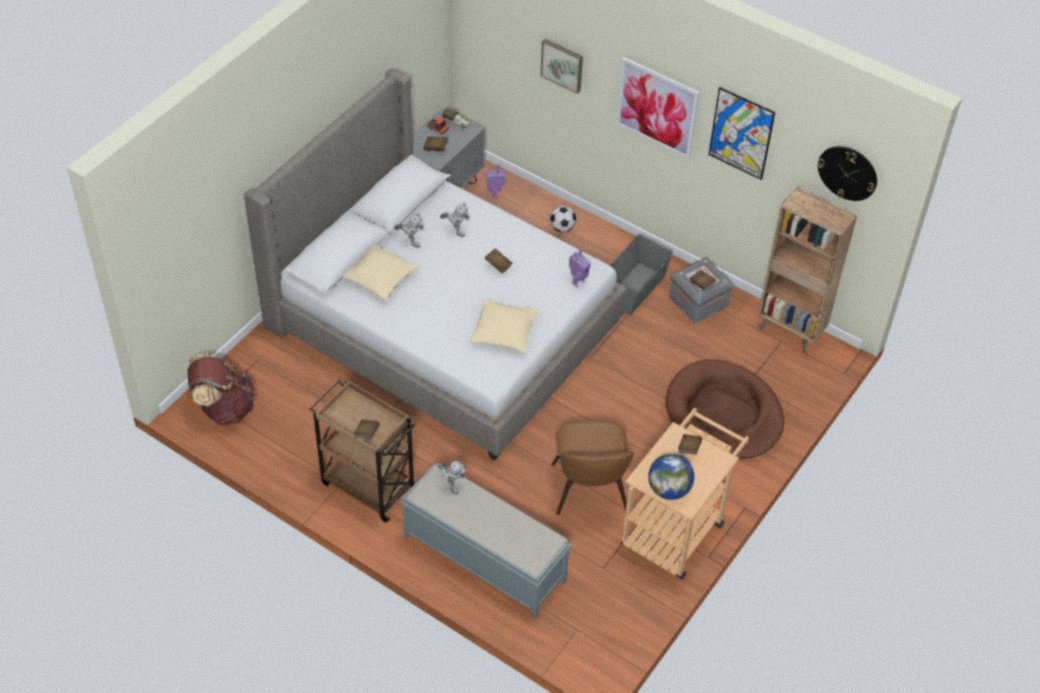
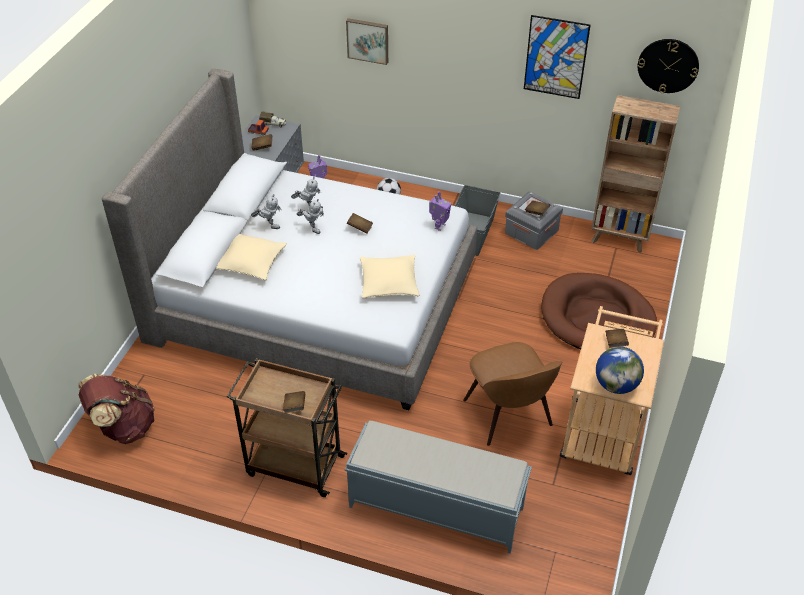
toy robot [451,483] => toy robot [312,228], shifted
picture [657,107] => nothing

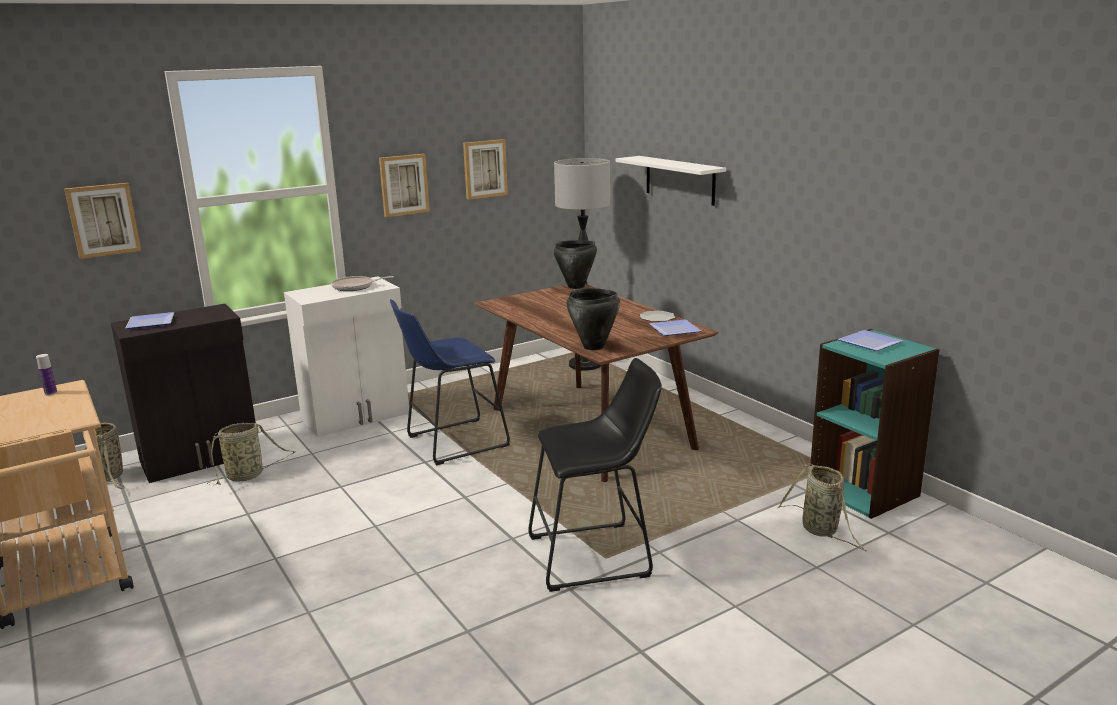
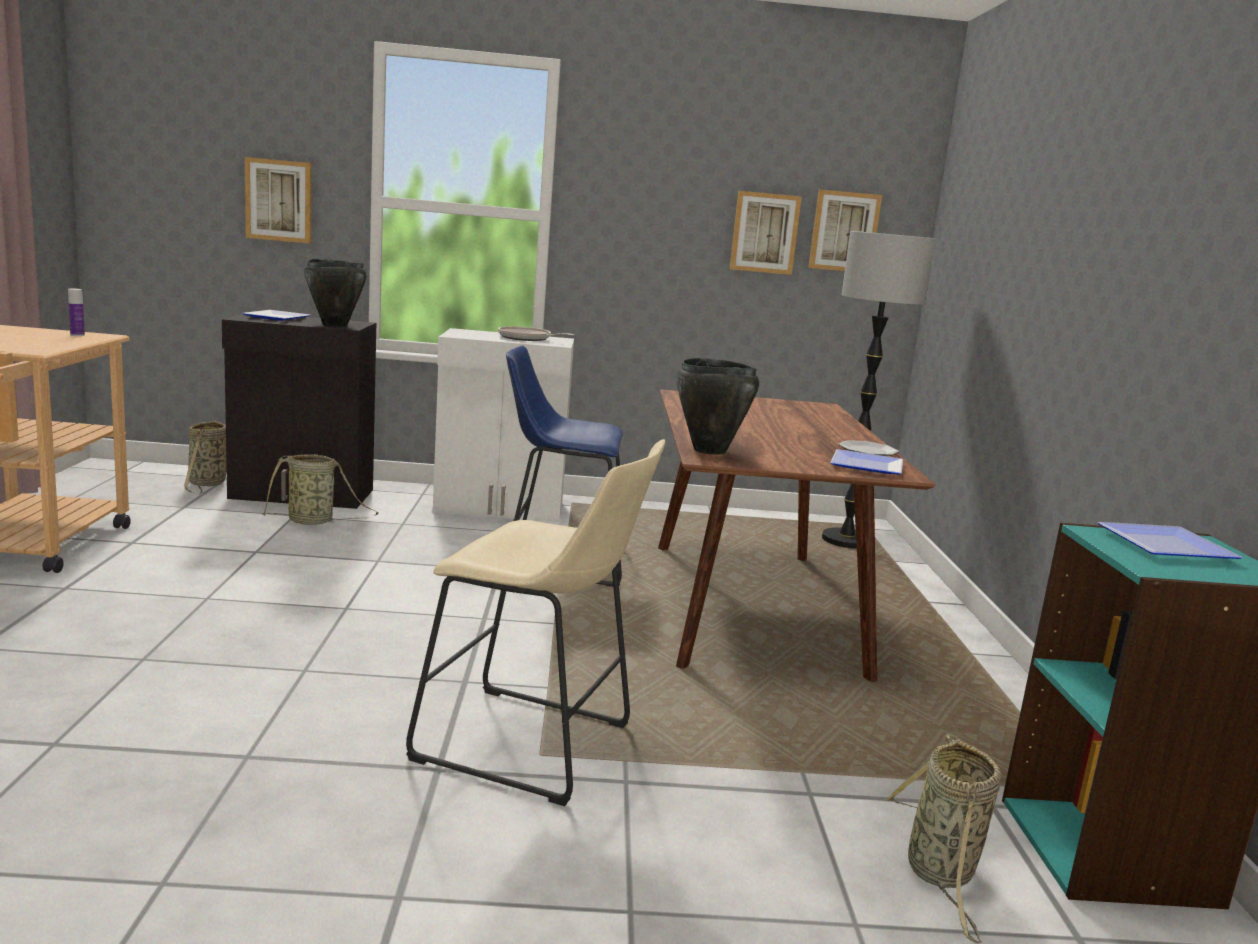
picture [403,185] => picture [844,231], shifted
stool/black [596,556] => stool/beige [534,747]
cooking pot/black [576,286] => cooking pot/black [334,325], shifted
shelf/white [680,180] => nothing

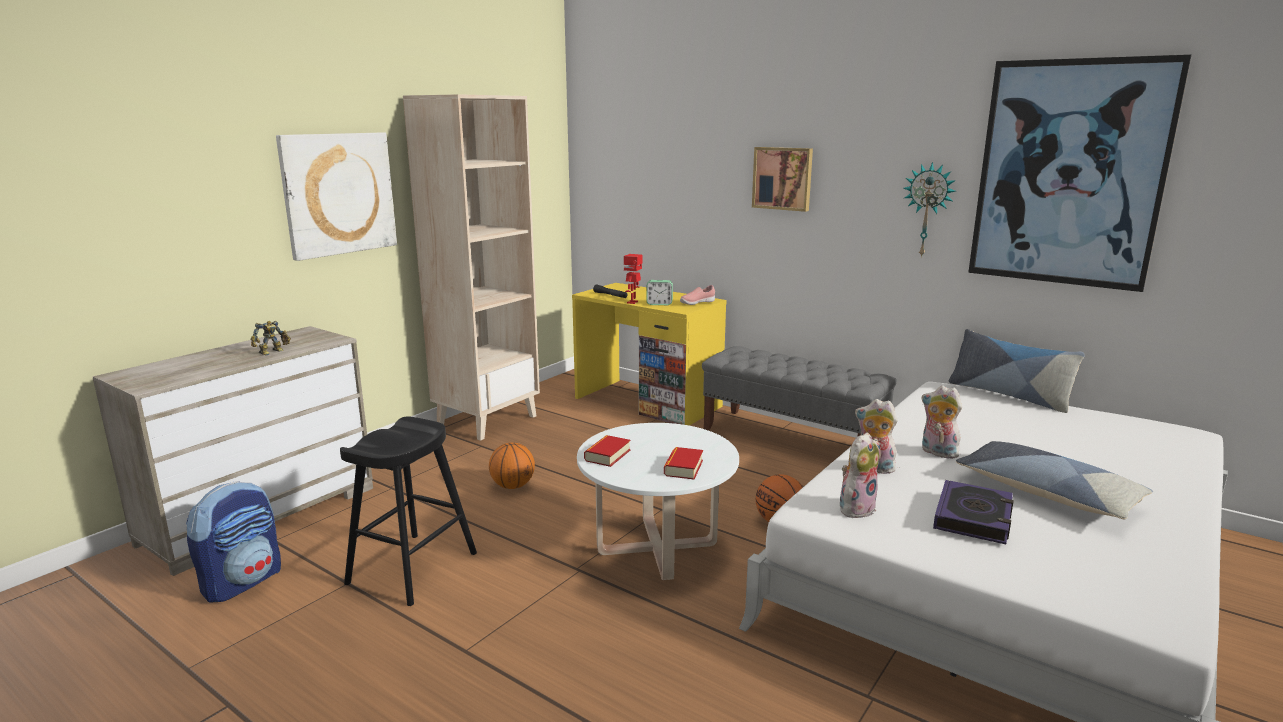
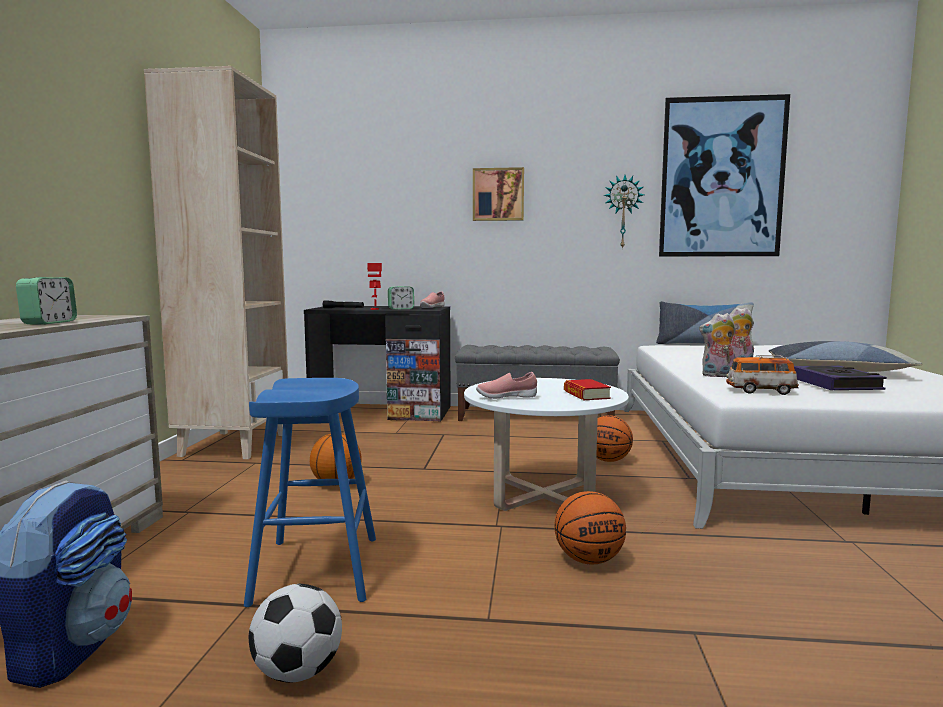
toy robot [273,352] => alarm clock [49,323]
picture [338,194] => nothing
stool/black [413,568] => stool/blue [317,569]
desk/yellow [648,402] => desk/black [382,412]
book [607,455] => shoe/pink [506,397]
plush toy [856,508] => toy car [760,391]
nothing => football [298,672]
nothing => basketball [589,560]

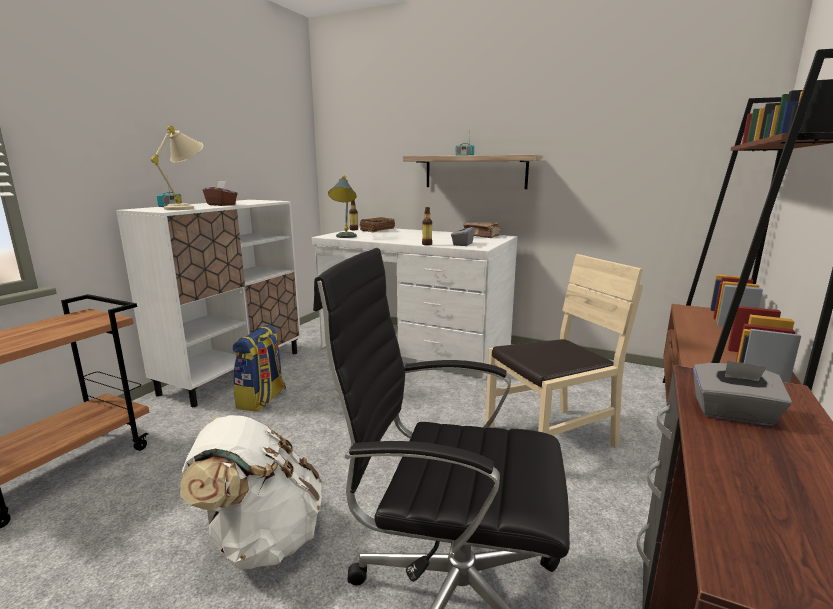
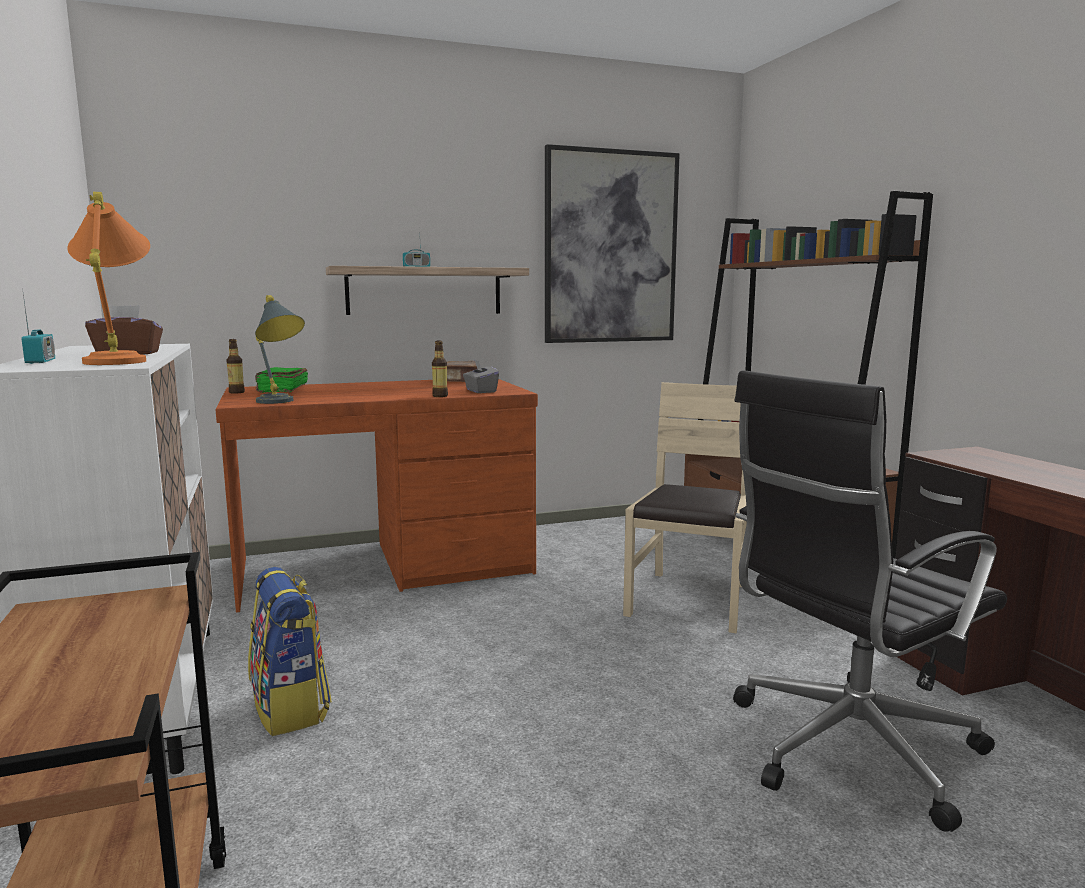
table lamp/beige [188,208] => table lamp/orange [120,360]
backpack/white [262,538] => nothing
desk/white [416,347] => desk/brown [386,567]
book/brown [377,230] => book/green [282,389]
tissue box/grey [733,414] => nothing
nothing => picture [610,247]

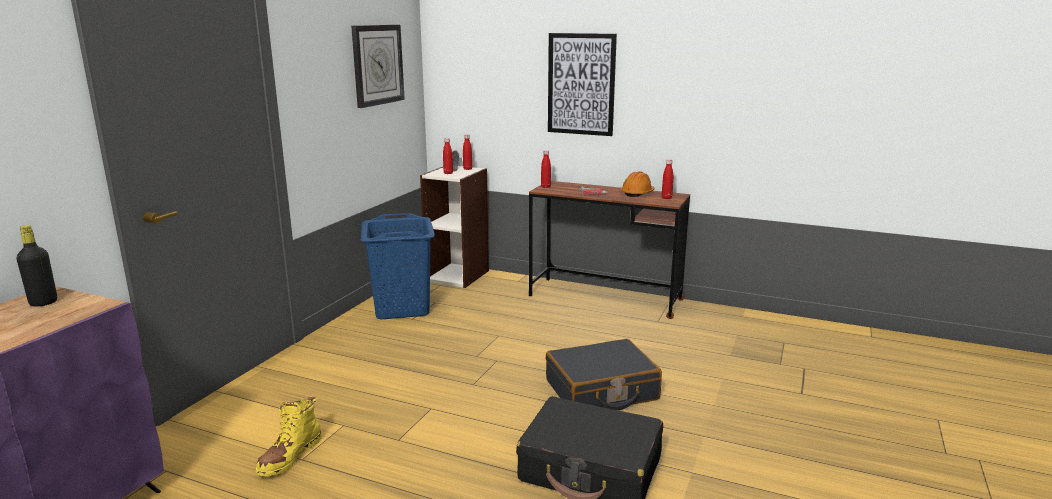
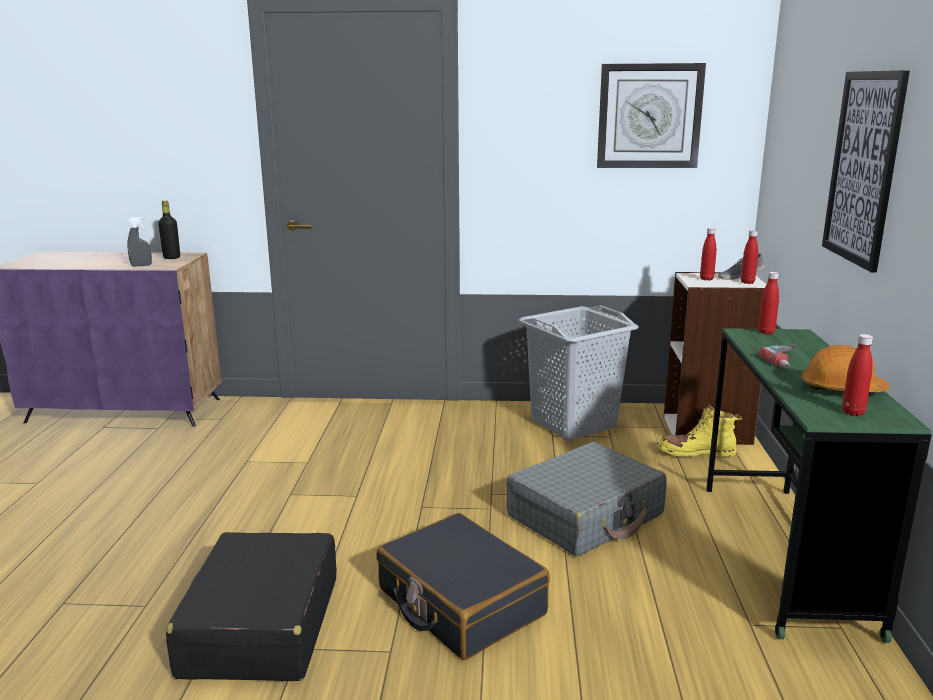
boot/yellow [290,456] => boot/yellow [696,453], shifted
laundry basket/blue [401,308] => laundry basket/grey [572,423]
desk/brown [605,297] => desk/green [783,554]
nothing => spray bottle/grey [141,265]
nothing => suitcase/grey [586,515]

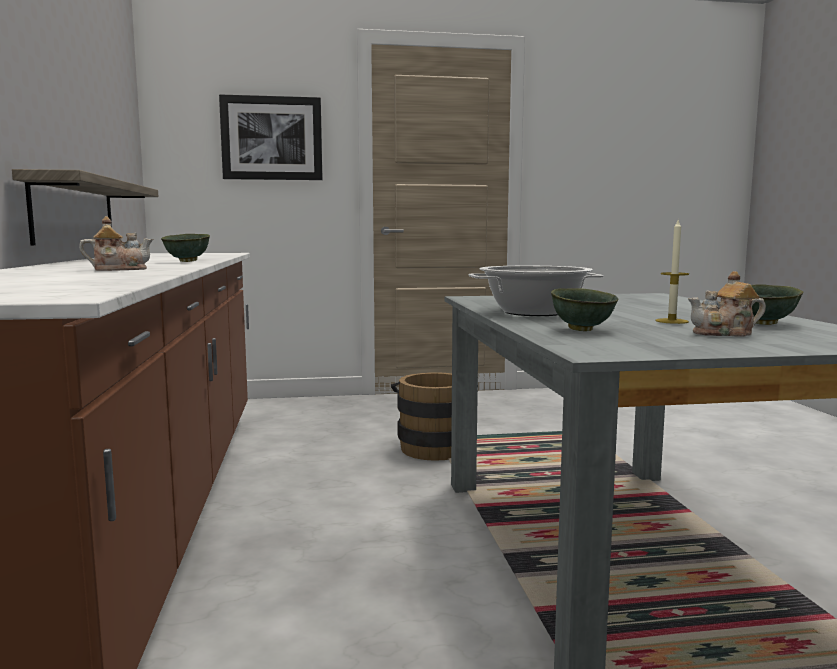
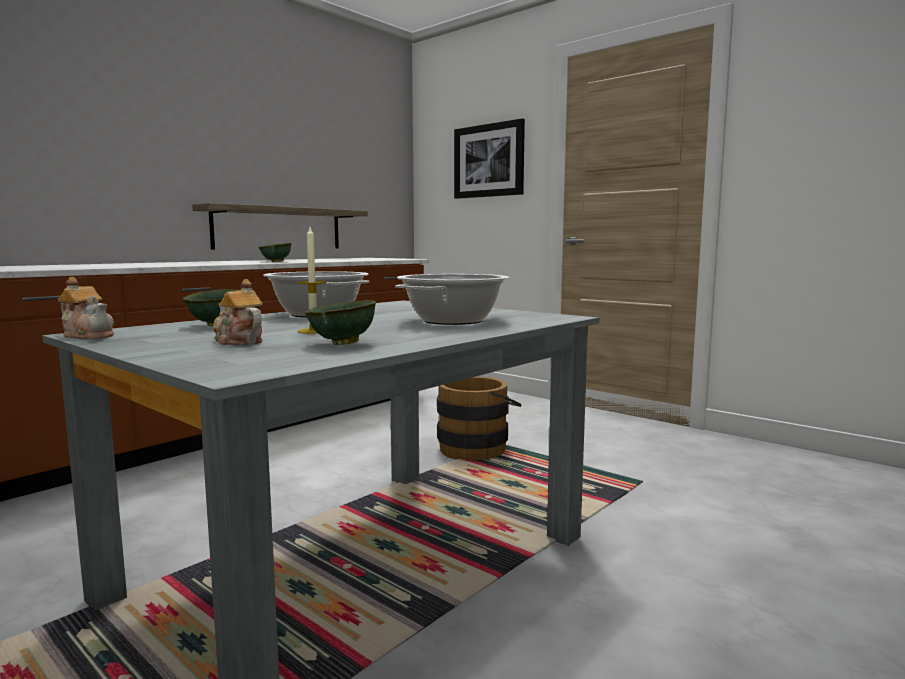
teapot [119,269] => teapot [89,336], shifted
nothing => cooking pot [453,321]

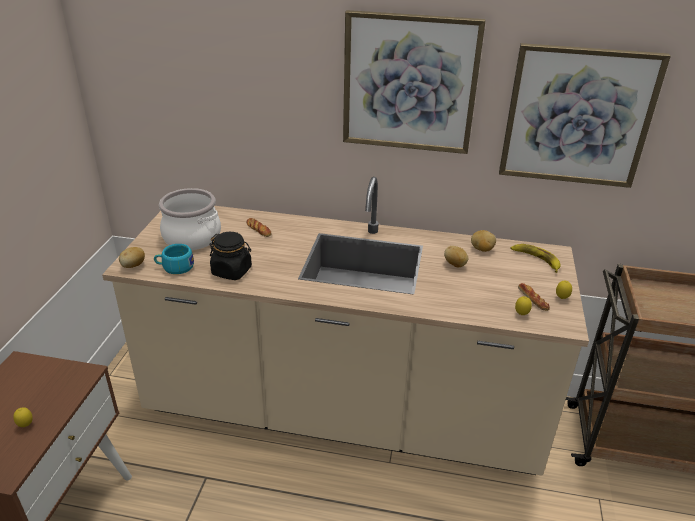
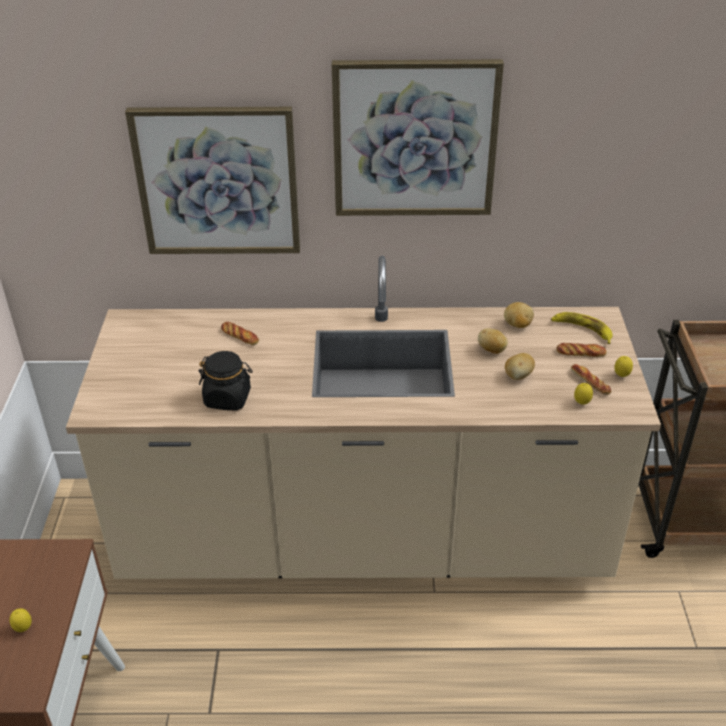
potato [133,266] => potato [518,376], shifted
cup/turquoise [175,267] => nothing
cooking pot [191,238] => nothing
picture [577,116] => picture [217,181], shifted
nothing => bread [580,353]

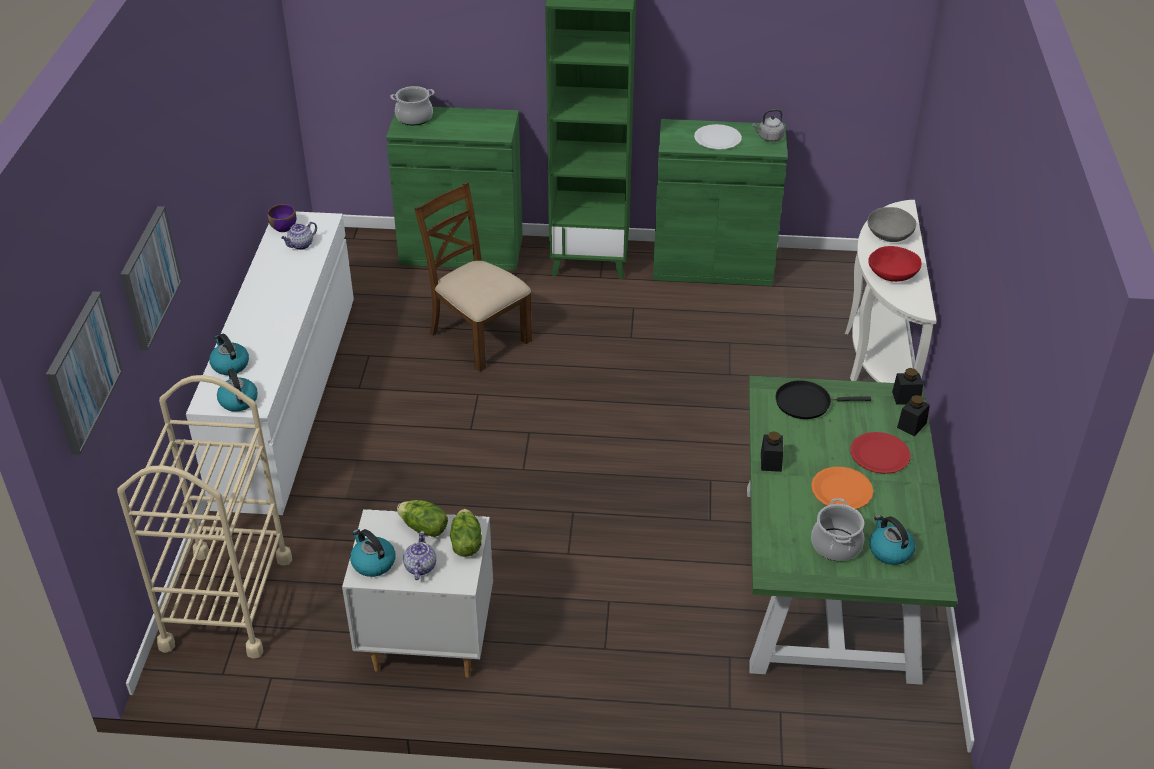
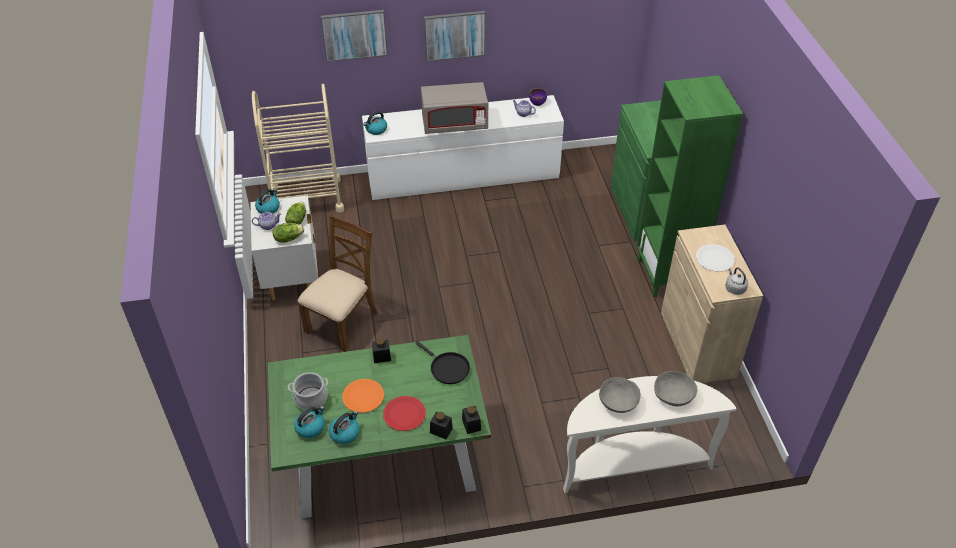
picture [82,372] => picture [454,35], shifted
kettle [230,365] => kettle [345,433], shifted
cooking pot [414,117] => nothing
chair/brown [478,337] => chair/brown [343,322], shifted
cabinet/green [713,265] => cabinet/beige [697,344]
frying pan/black [807,403] => frying pan/black [447,368], 150 degrees clockwise
bowl/red [893,274] => bowl/grey [618,402]
nothing => microwave/grey [454,124]

